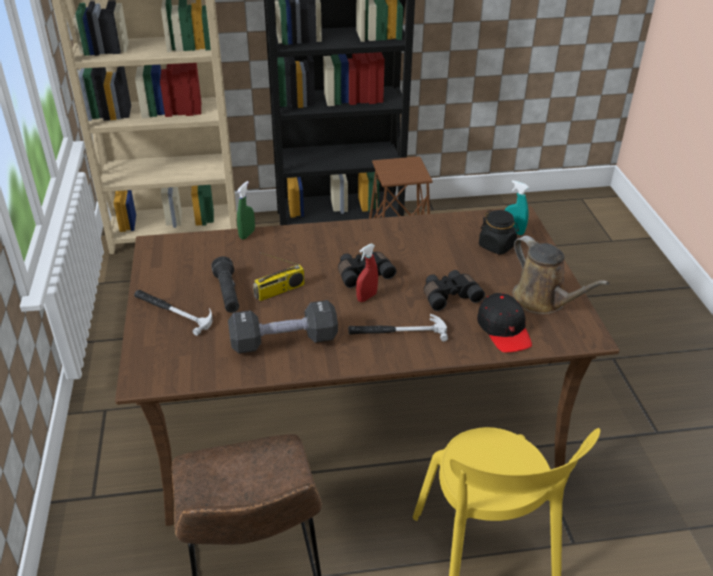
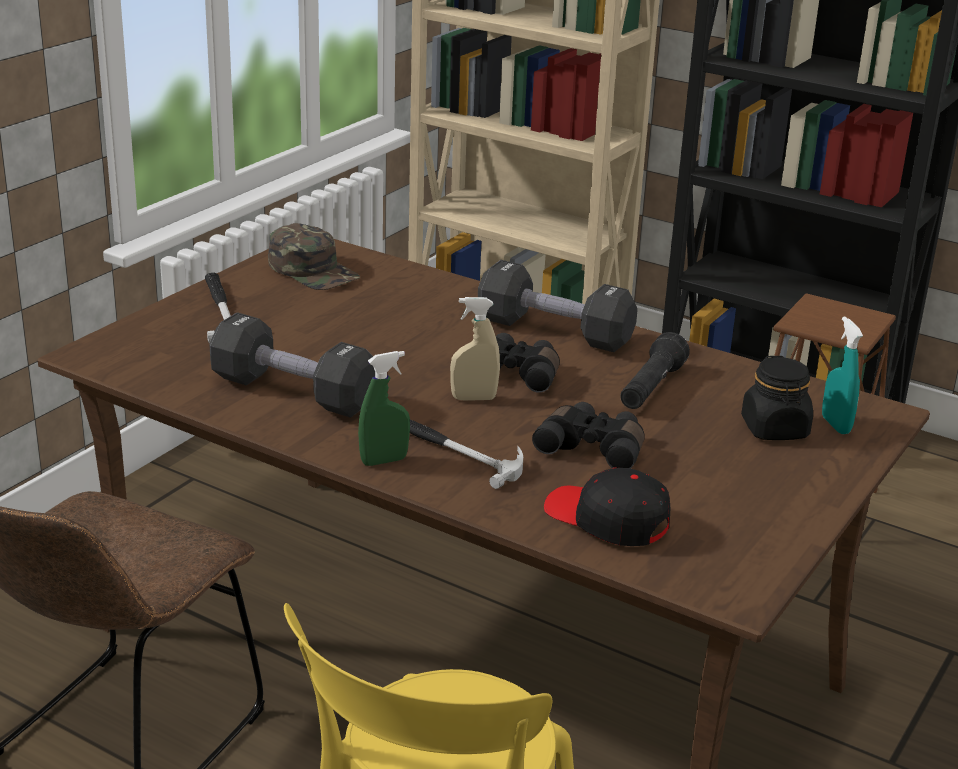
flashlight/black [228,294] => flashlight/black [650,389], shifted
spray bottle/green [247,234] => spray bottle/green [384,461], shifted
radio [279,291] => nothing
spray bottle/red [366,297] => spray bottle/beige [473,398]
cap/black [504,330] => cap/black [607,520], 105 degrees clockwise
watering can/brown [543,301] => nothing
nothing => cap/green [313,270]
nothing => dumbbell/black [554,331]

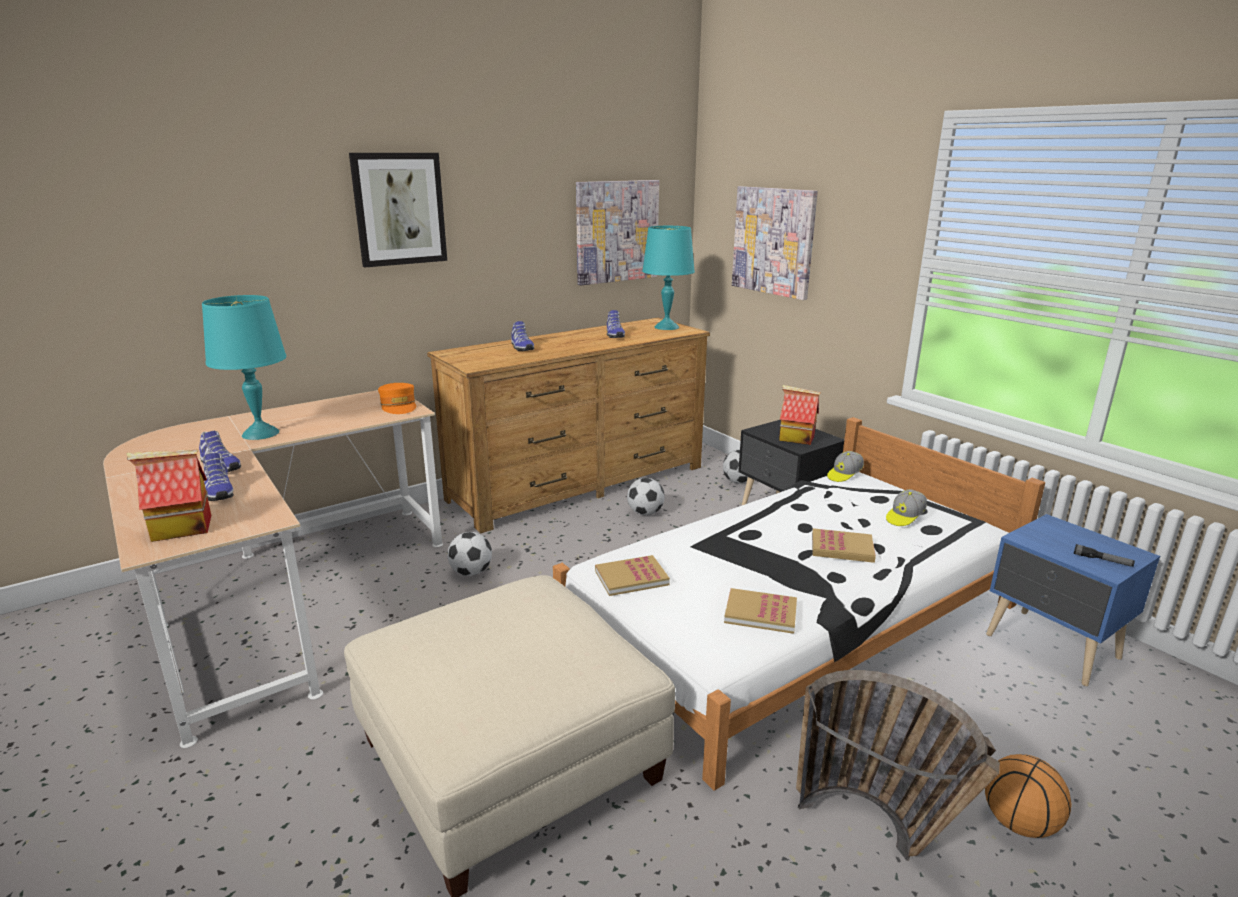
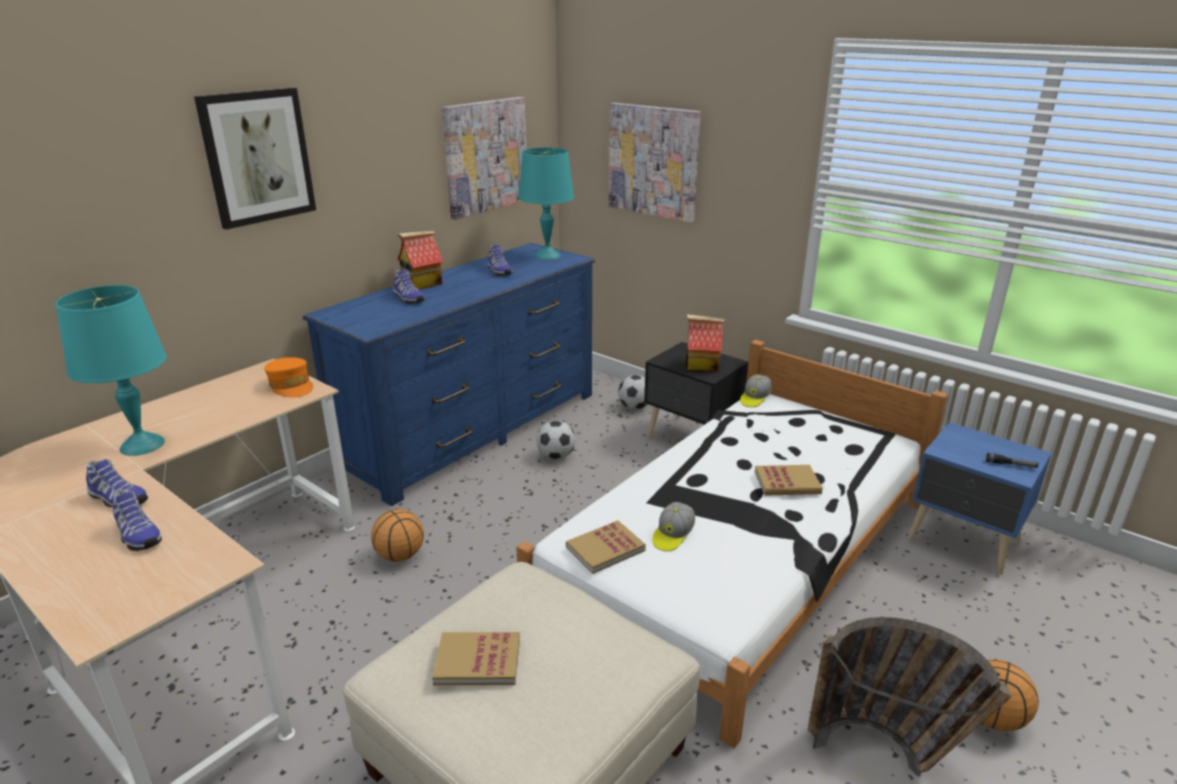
toy house [180,528] => toy house [422,284], shifted
dresser/brown [579,483] => dresser/blue [474,430]
football [471,572] => basketball [400,555]
book [760,613] => book [478,661], shifted
cap [904,517] => cap [672,535], shifted

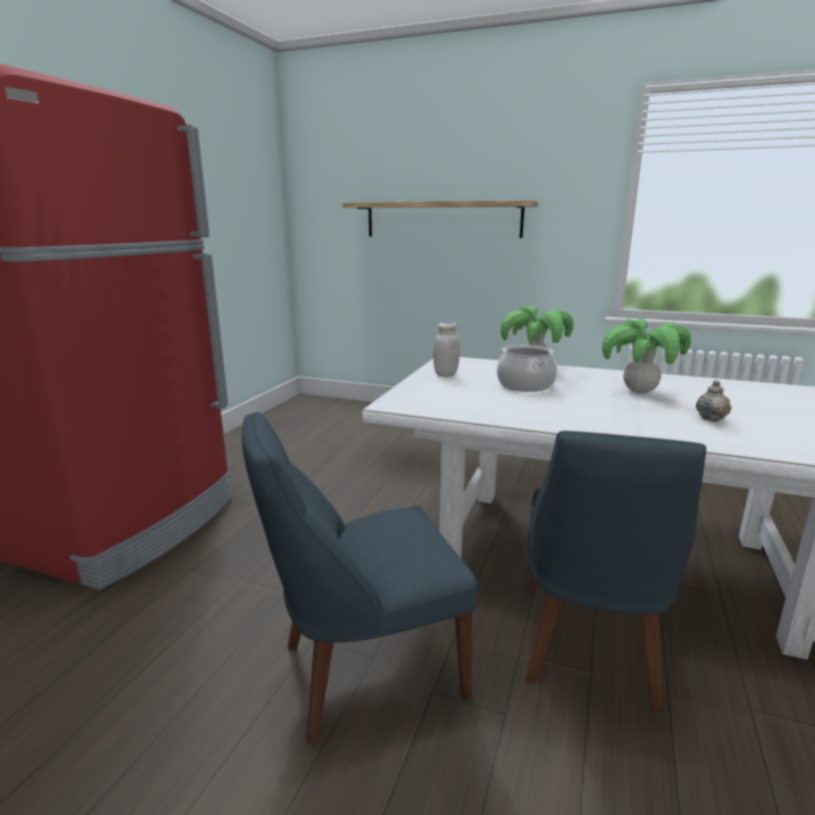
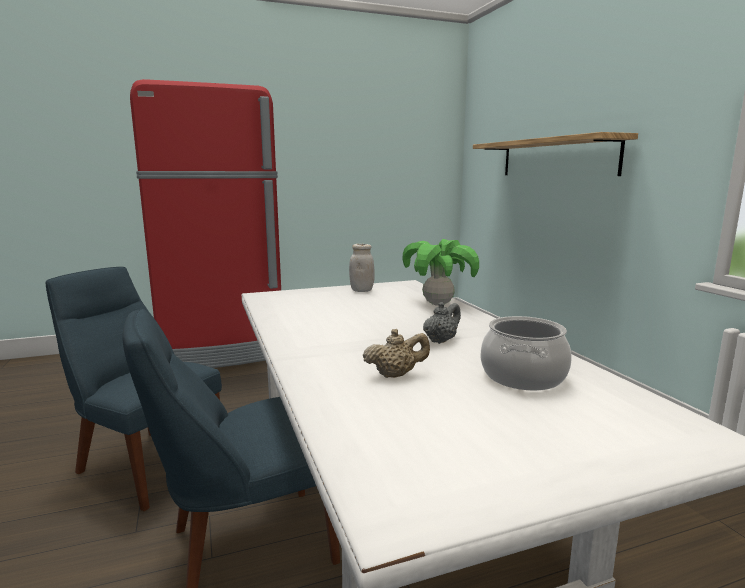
cooking pot [525,385] => cooking pot [522,376], shifted
potted plant [639,391] => teapot/grey [441,340]

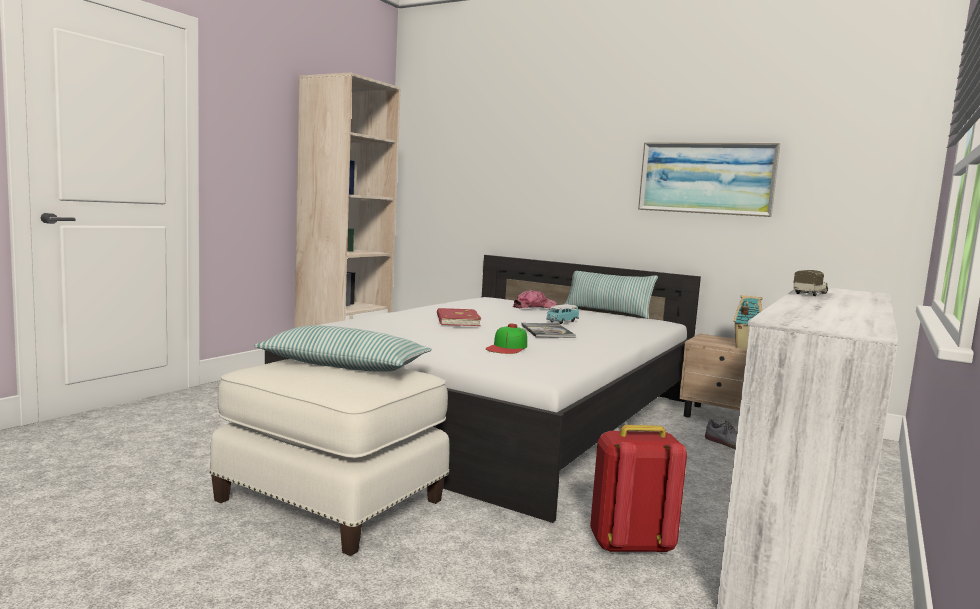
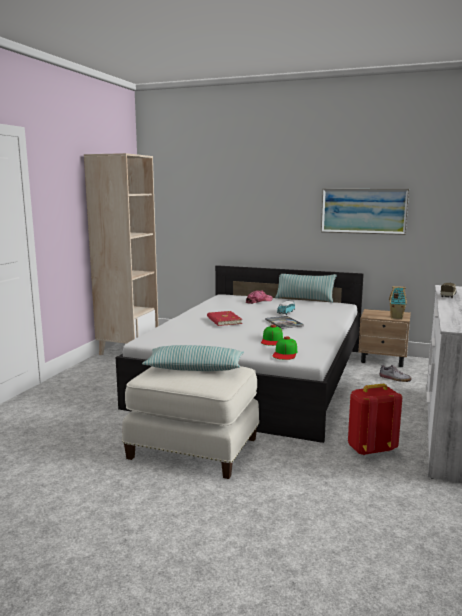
nothing => cap [285,353]

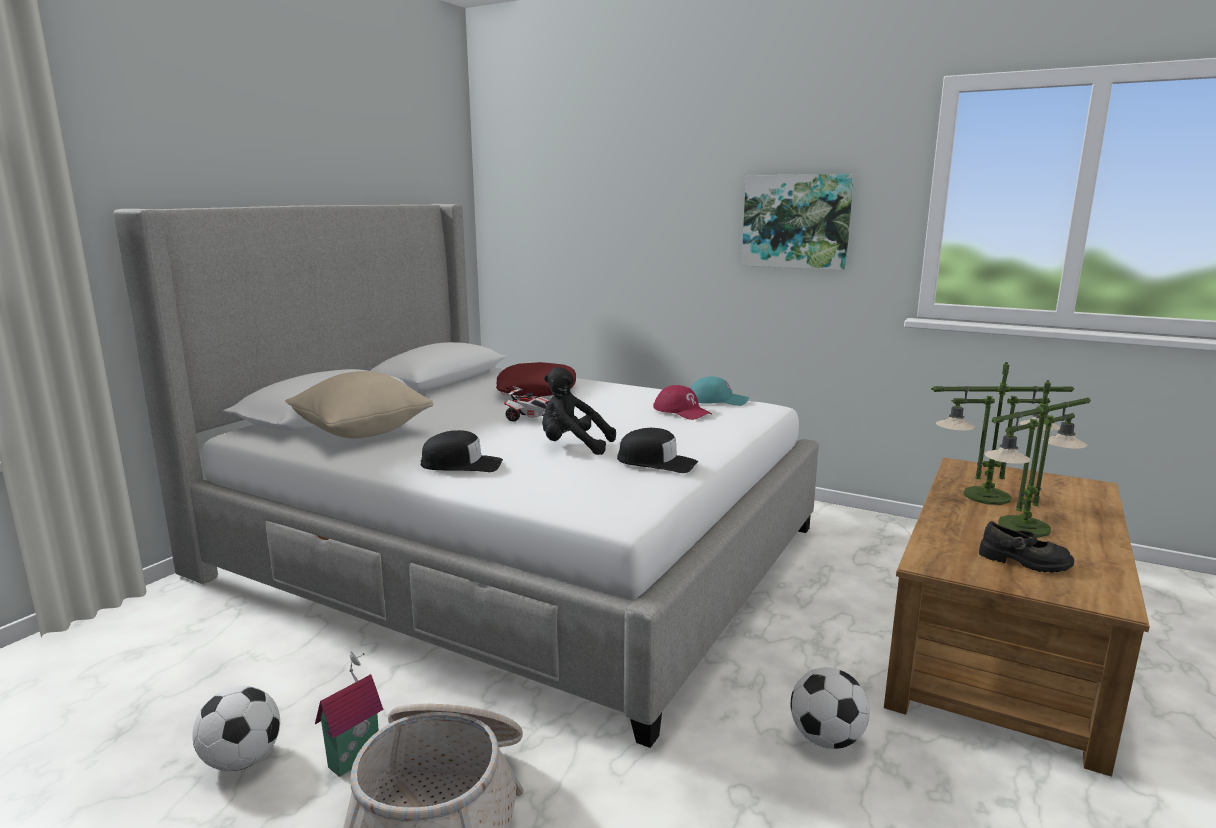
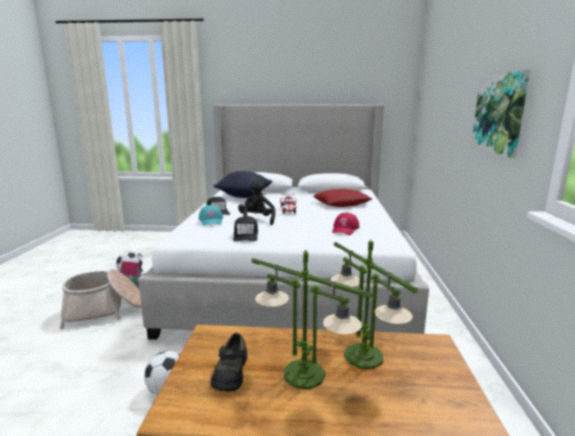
pillow/beige [361,432] => pillow/black [244,196]
cap/turquoise [717,400] => cap/turquoise [211,220], shifted

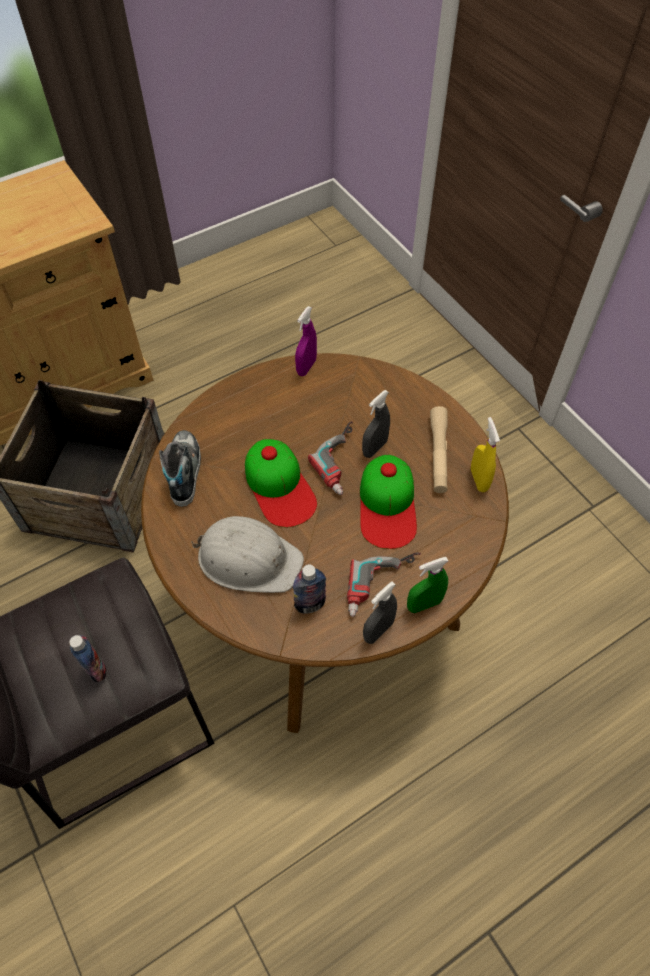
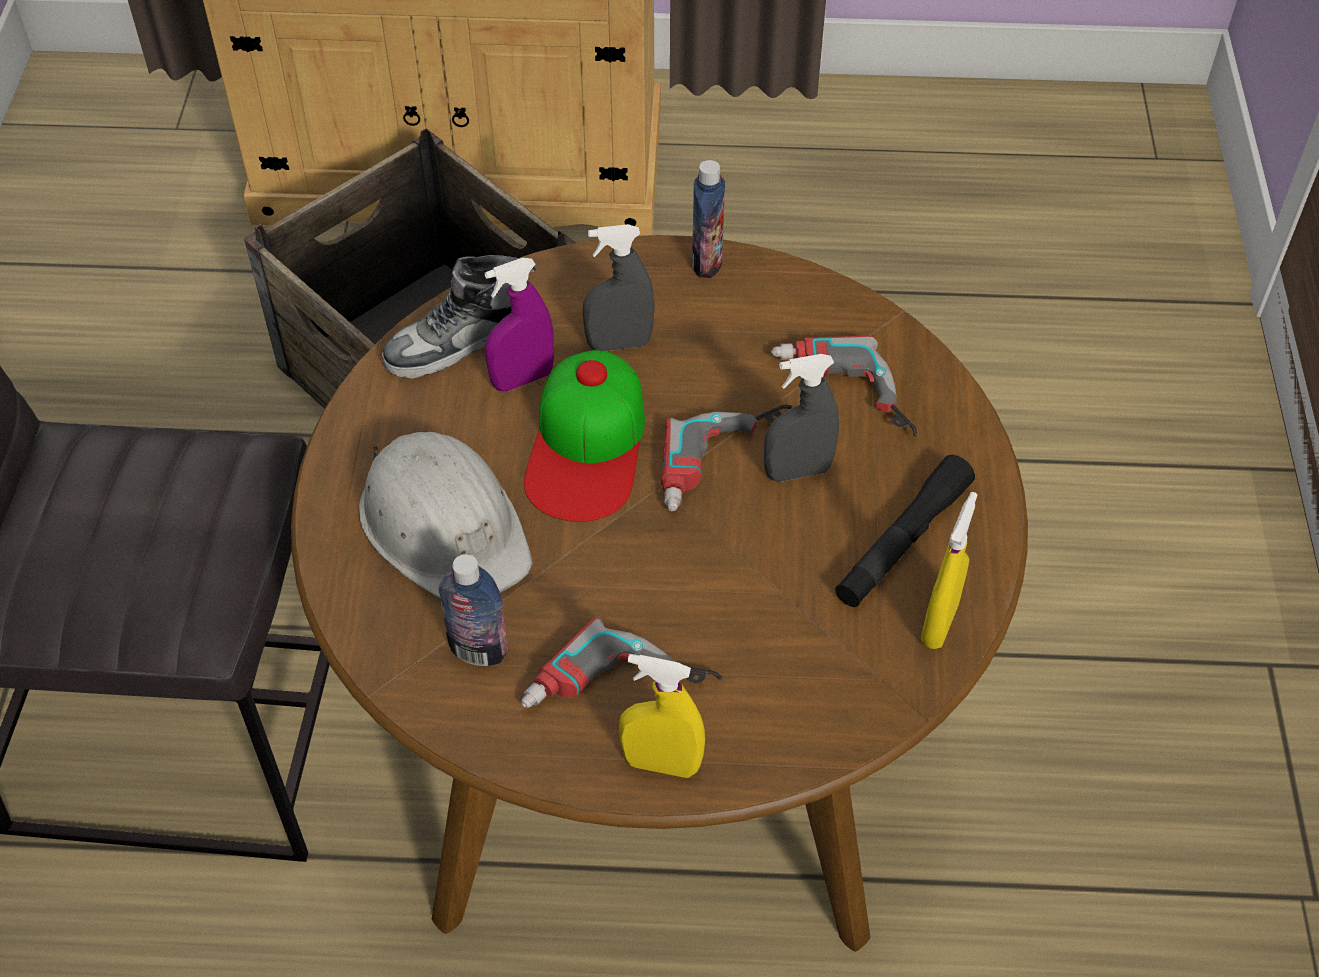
bottle [96,669] => bottle [707,262], shifted
shoe [184,471] => shoe [461,342], 150 degrees counterclockwise
spray bottle/purple [306,367] => spray bottle/purple [522,379], shifted
cap [387,505] => nothing
spray bottle/grey [378,631] => spray bottle/grey [619,344], shifted
spray bottle/green [424,604] => spray bottle/yellow [661,764]
flashlight/beige [438,454] => flashlight/black [902,542]
nothing => power drill [841,397]

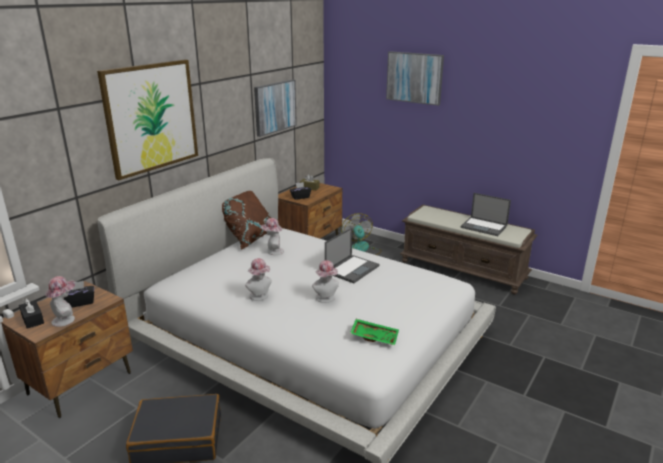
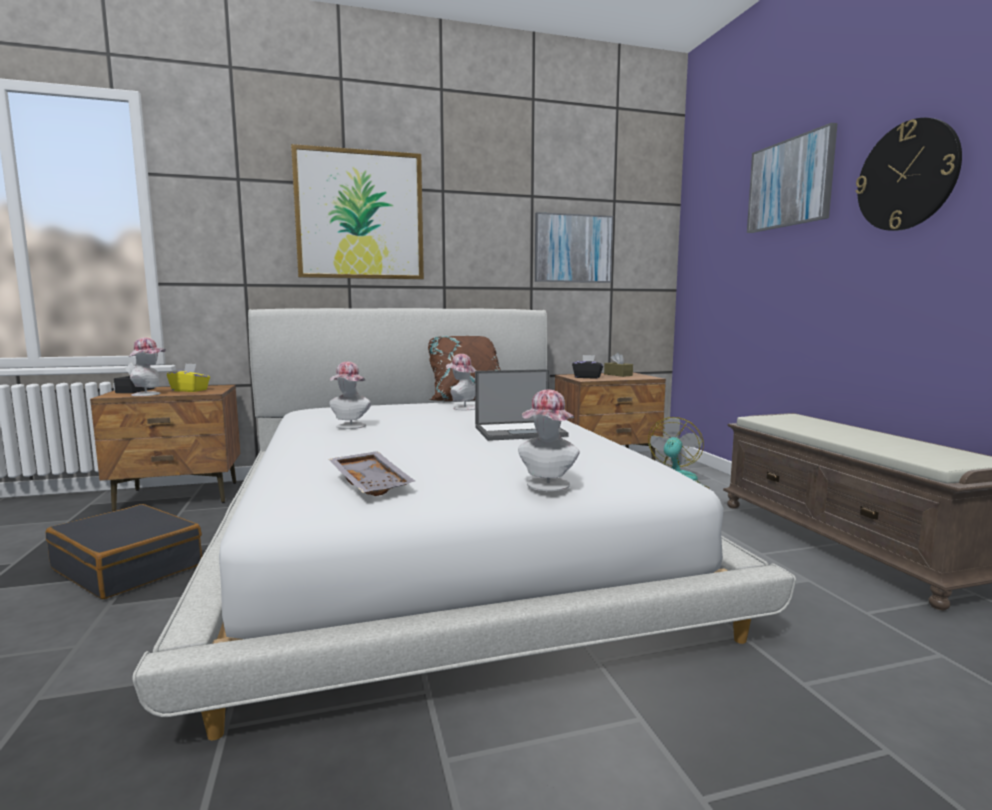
tissue box/black [80,302] => tissue box/yellow [190,390]
hat [326,299] => hat [547,486], shifted
tray/green [374,336] => tray/grey [373,483]
laptop [484,227] => nothing
nothing => wall clock [907,176]

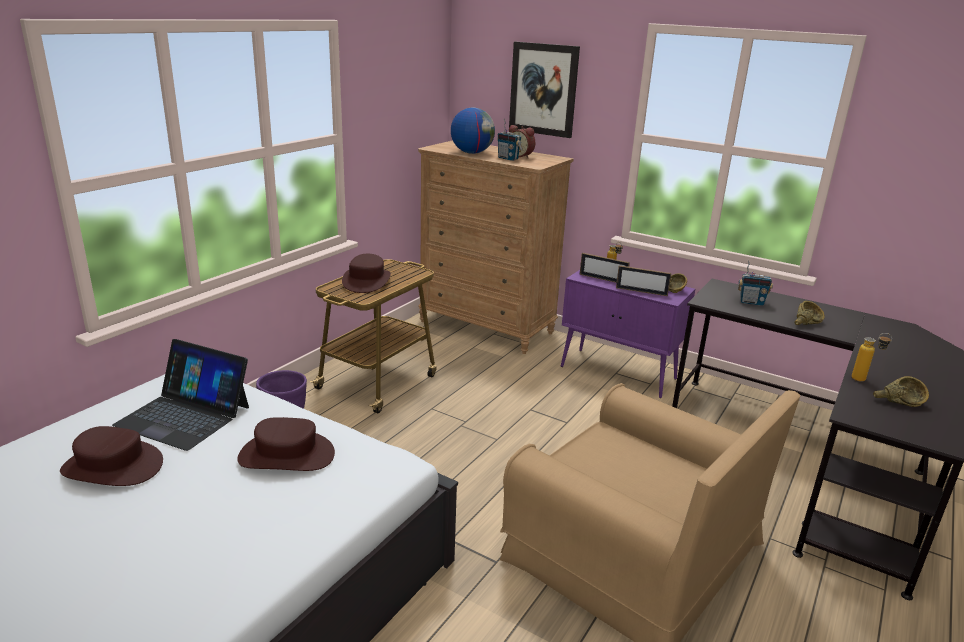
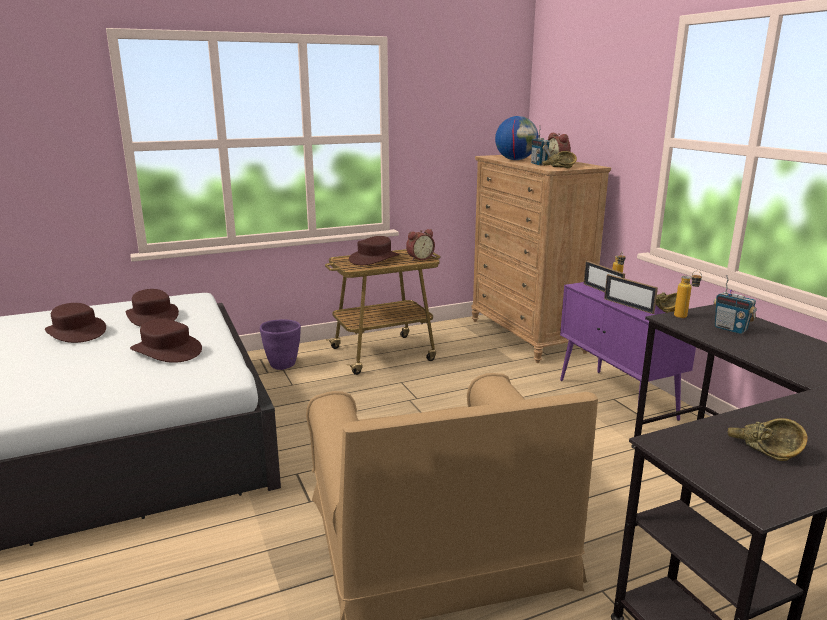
laptop [184,415] => hat/brown [153,316]
picture [543,89] => nothing
bowl/brown [806,323] => bowl/brown [559,167], shifted
bottle [864,380] => bottle [684,318], shifted
nothing => alarm clock [419,258]

